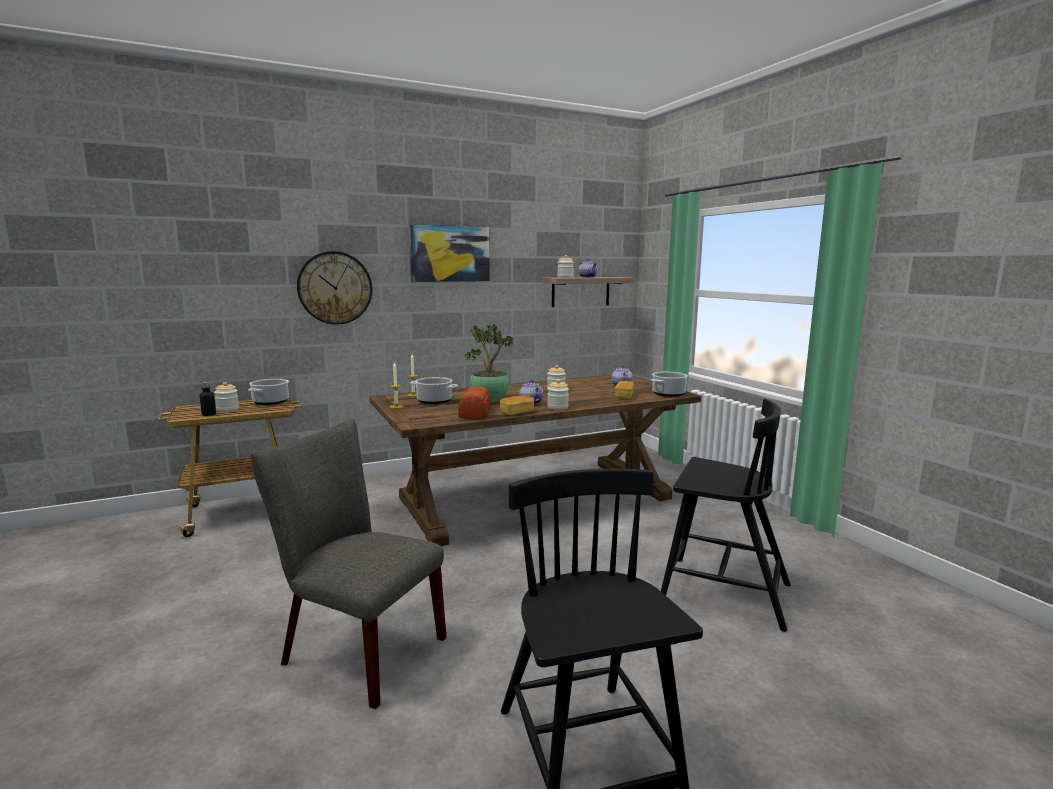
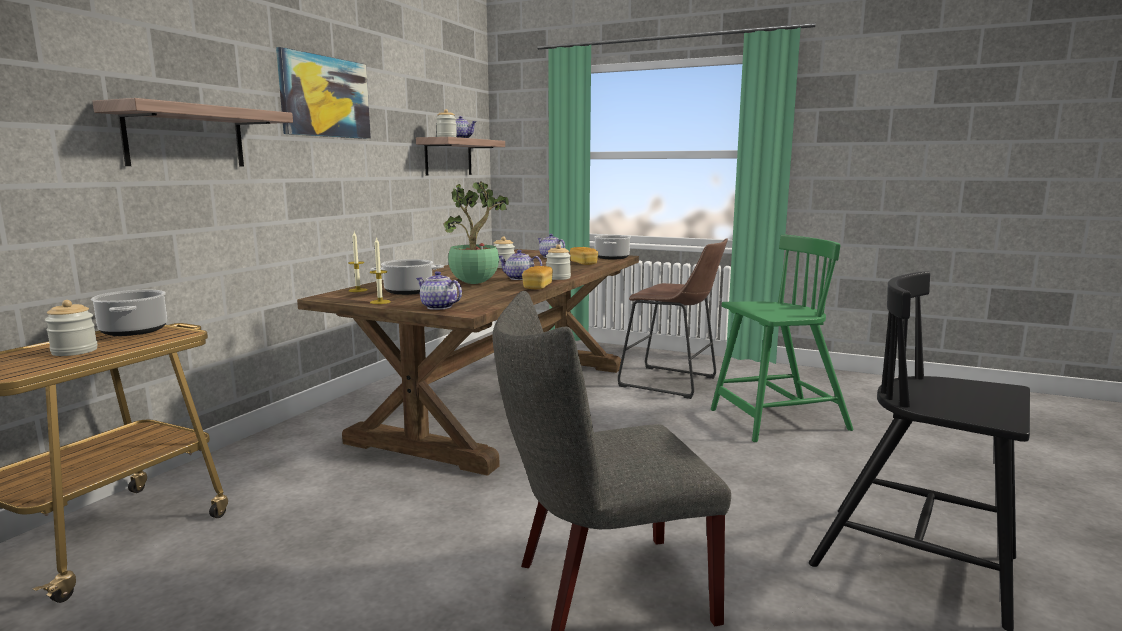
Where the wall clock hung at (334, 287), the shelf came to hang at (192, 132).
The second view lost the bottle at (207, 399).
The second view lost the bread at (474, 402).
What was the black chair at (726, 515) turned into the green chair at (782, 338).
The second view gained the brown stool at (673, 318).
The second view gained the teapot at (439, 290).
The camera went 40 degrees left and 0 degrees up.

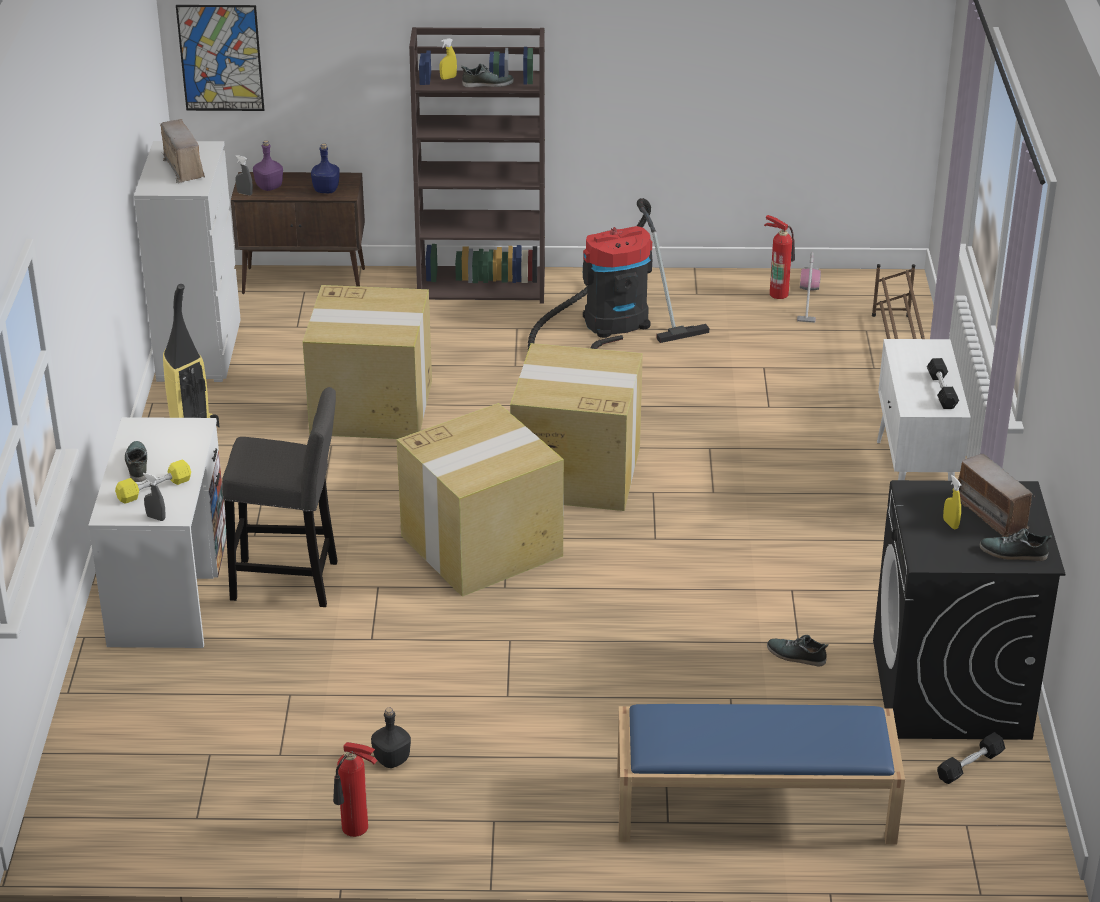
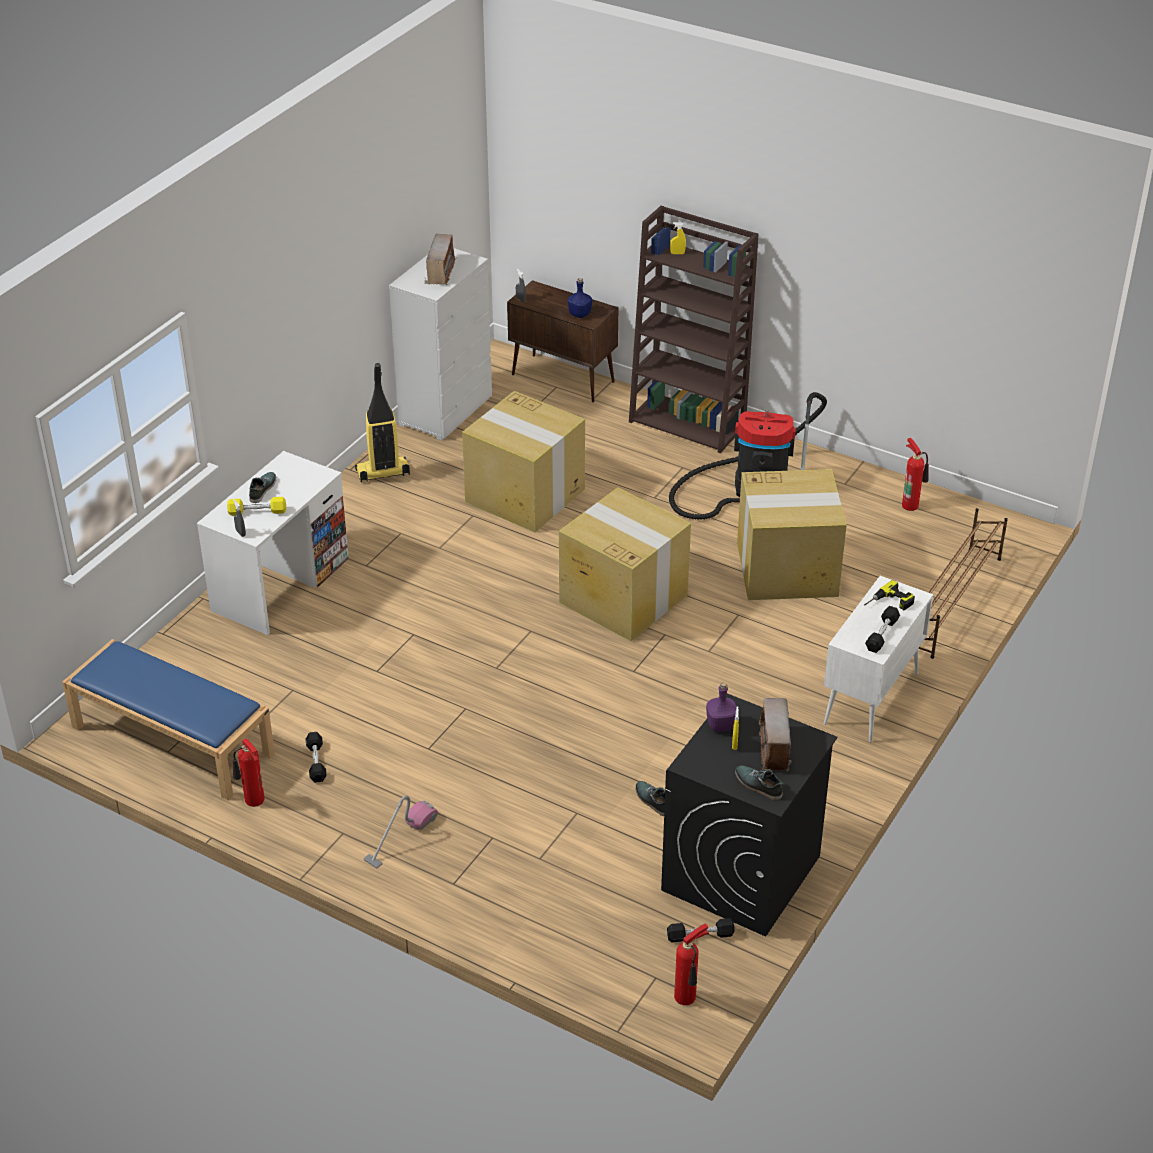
The second view lost the picture at (220, 58).
The second view lost the shoe at (487, 75).
The purple bottle ended up elsewhere, having gone from (268, 165) to (721, 707).
The vacuum cleaner ended up elsewhere, having gone from (809, 287) to (401, 832).
The second view lost the grey stool at (280, 497).
The cardboard box ended up elsewhere, having gone from (480, 500) to (792, 534).
The blue bench ended up elsewhere, having gone from (761, 774) to (168, 719).
Where the black bottle stood at (391, 738), the black dumbbell came to stand at (316, 757).
The second view gained the power drill at (889, 595).
The second view gained the fire extinguisher at (691, 964).
The camera went 30 degrees right and 5 degrees up.

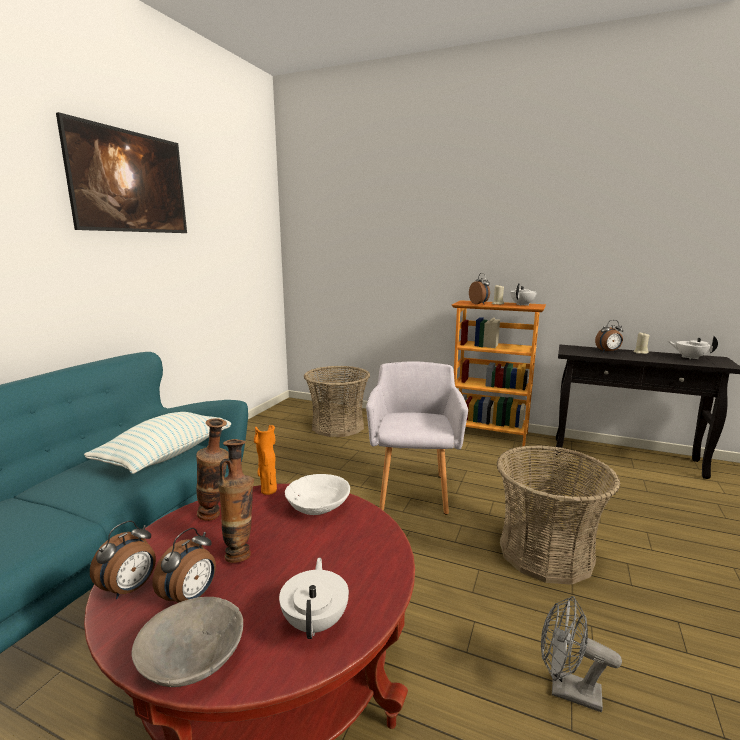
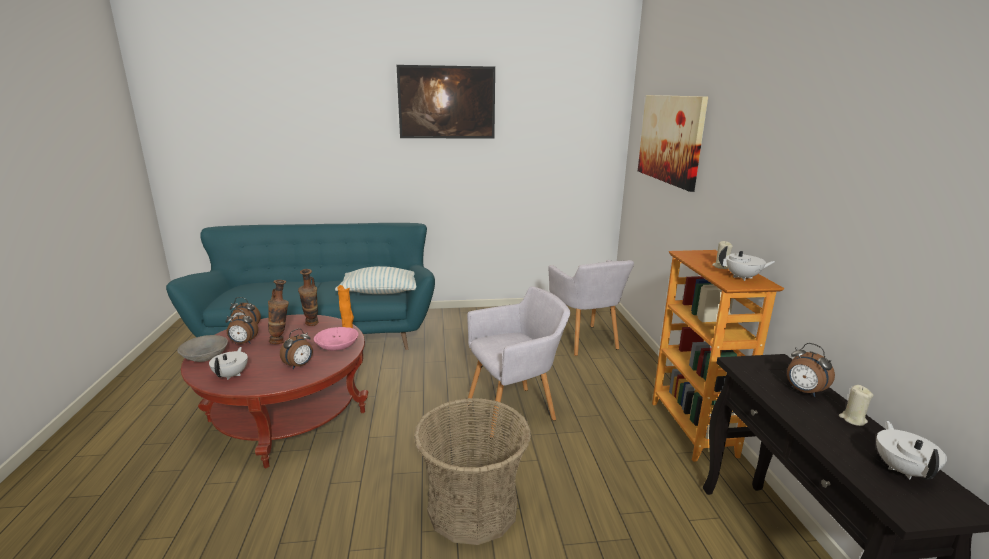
The alarm clock ended up elsewhere, having gone from (479, 288) to (296, 349).
Where the basket stood at (337, 401), the grey armchair came to stand at (591, 308).
What was the white bowl at (317, 494) turned into the pink bowl at (336, 339).
The white teapot at (314, 598) ended up facing another way, 60 degrees counterclockwise from before.
The second view lost the grey fan at (581, 654).
The second view gained the picture at (673, 143).
The camera went 60 degrees right and 5 degrees up.

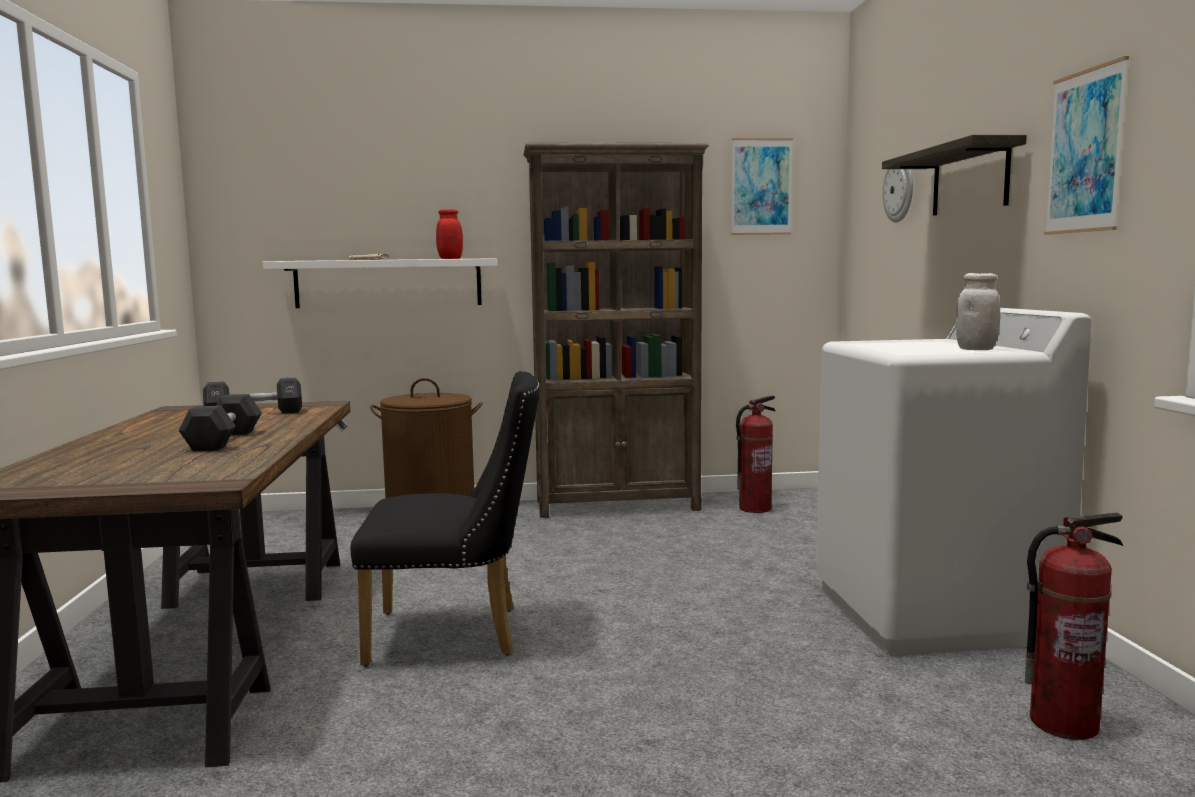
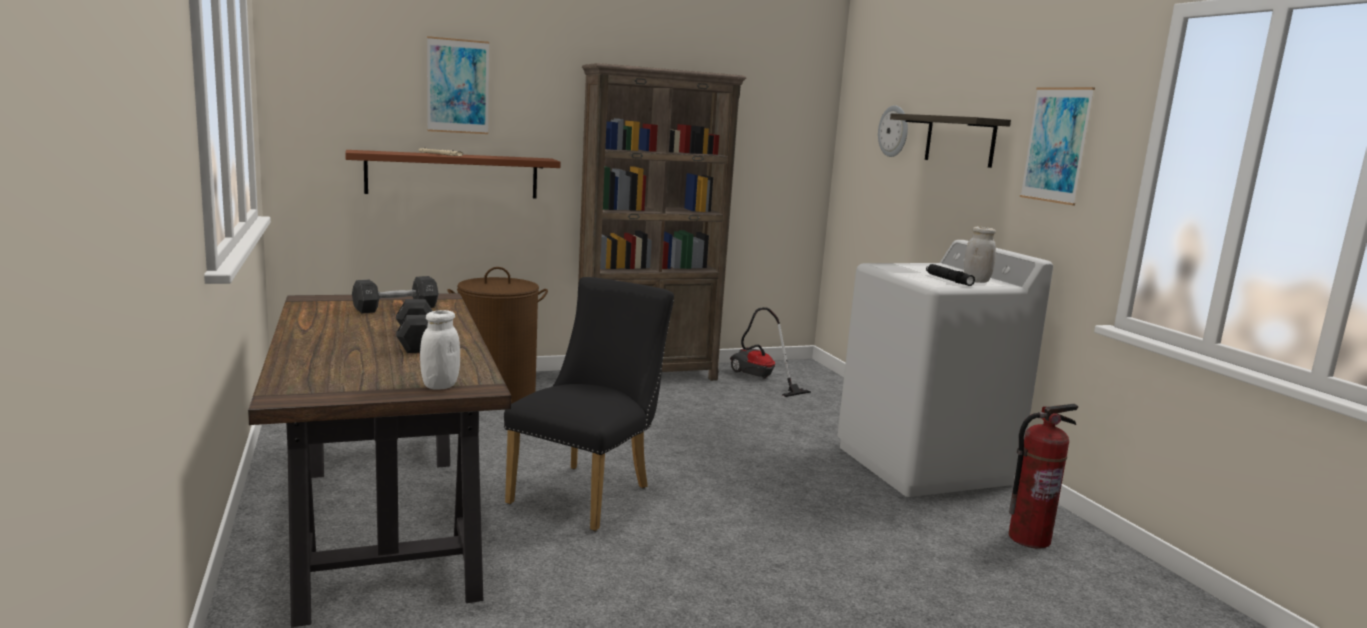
The picture ended up elsewhere, having gone from (762, 186) to (458, 85).
The second view lost the red jar at (449, 234).
What was the white shelf at (380, 283) turned into the brown shelf at (453, 174).
The black chair at (444, 518) ended up facing another way, 45 degrees counterclockwise from before.
Where the fire extinguisher stood at (756, 454), the vacuum cleaner came to stand at (770, 352).
The second view gained the black flashlight at (950, 275).
The second view gained the white jar at (440, 350).
The camera went 15 degrees left and 5 degrees up.

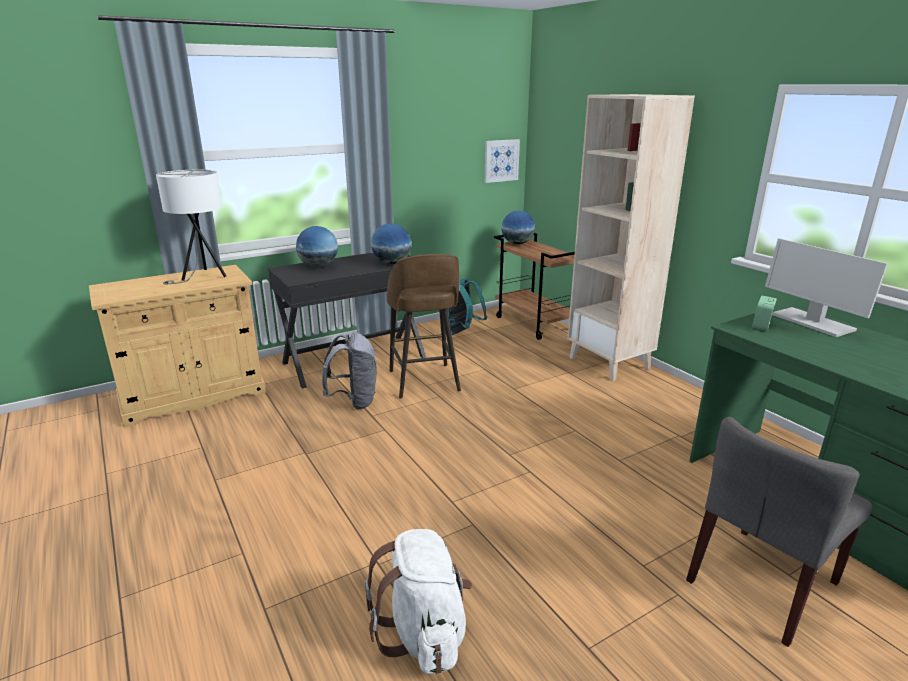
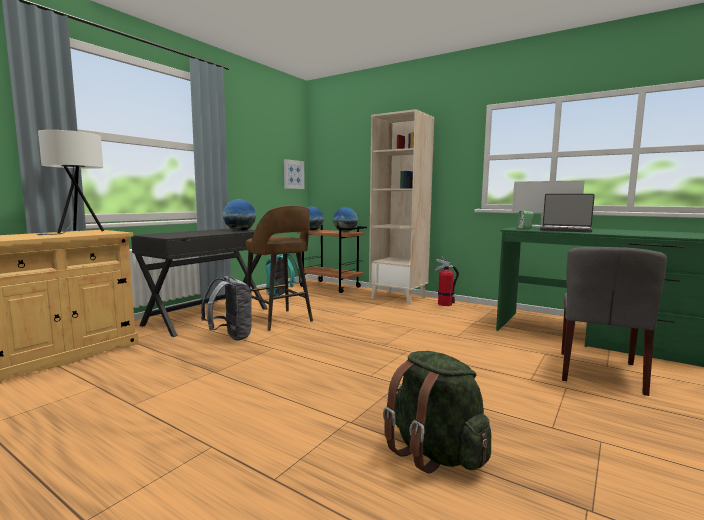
The globe ended up elsewhere, having gone from (317, 246) to (345, 219).
What was the white backpack at (418, 601) turned into the green backpack at (437, 412).
The second view gained the laptop at (567, 213).
The second view gained the fire extinguisher at (446, 281).
The camera went 25 degrees left and 15 degrees down.

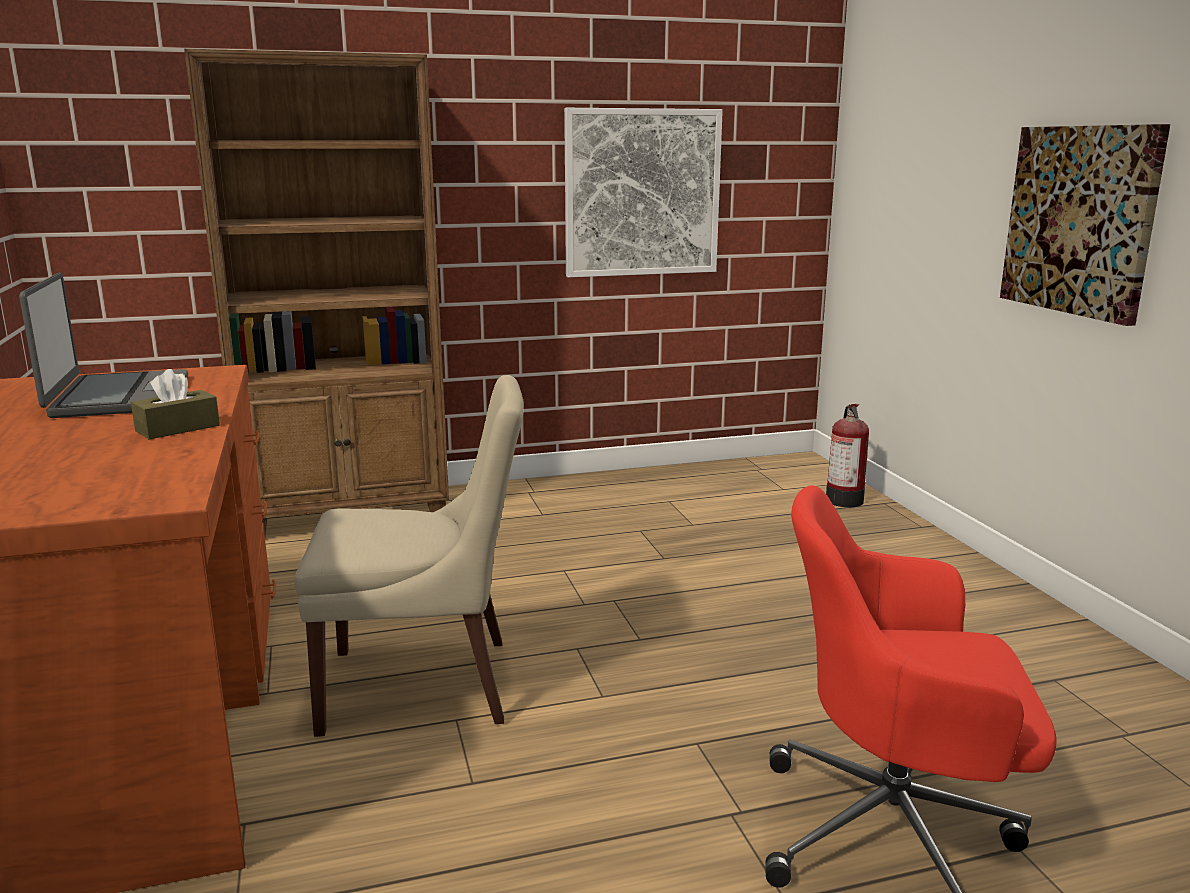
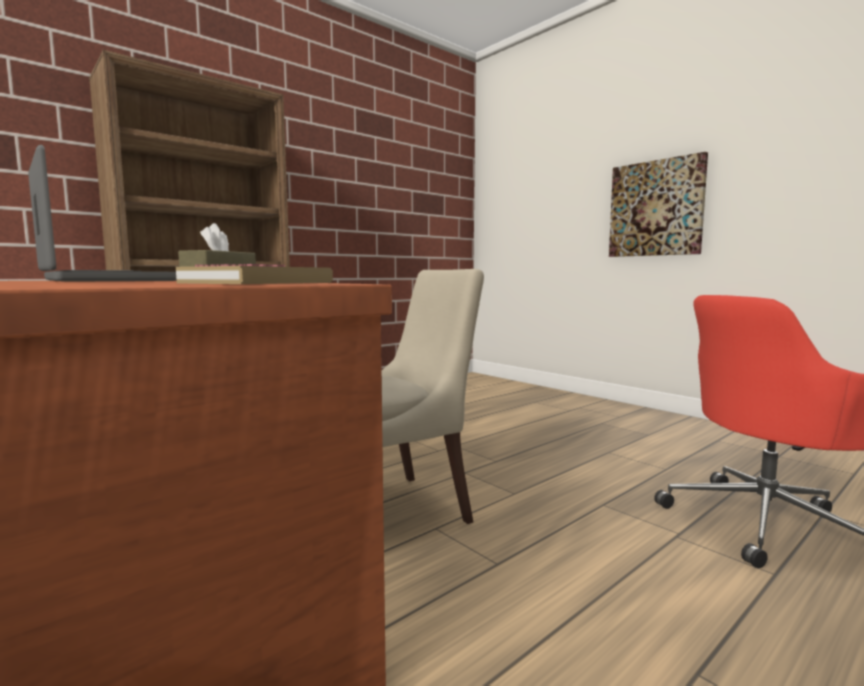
The second view lost the picture at (643, 192).
The second view lost the fire extinguisher at (847, 455).
The second view gained the book at (254, 274).
The camera went 25 degrees left and 10 degrees down.

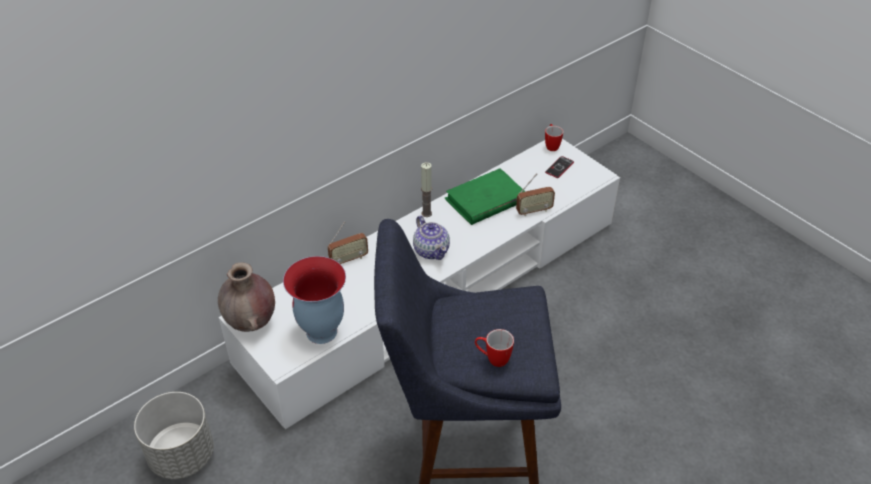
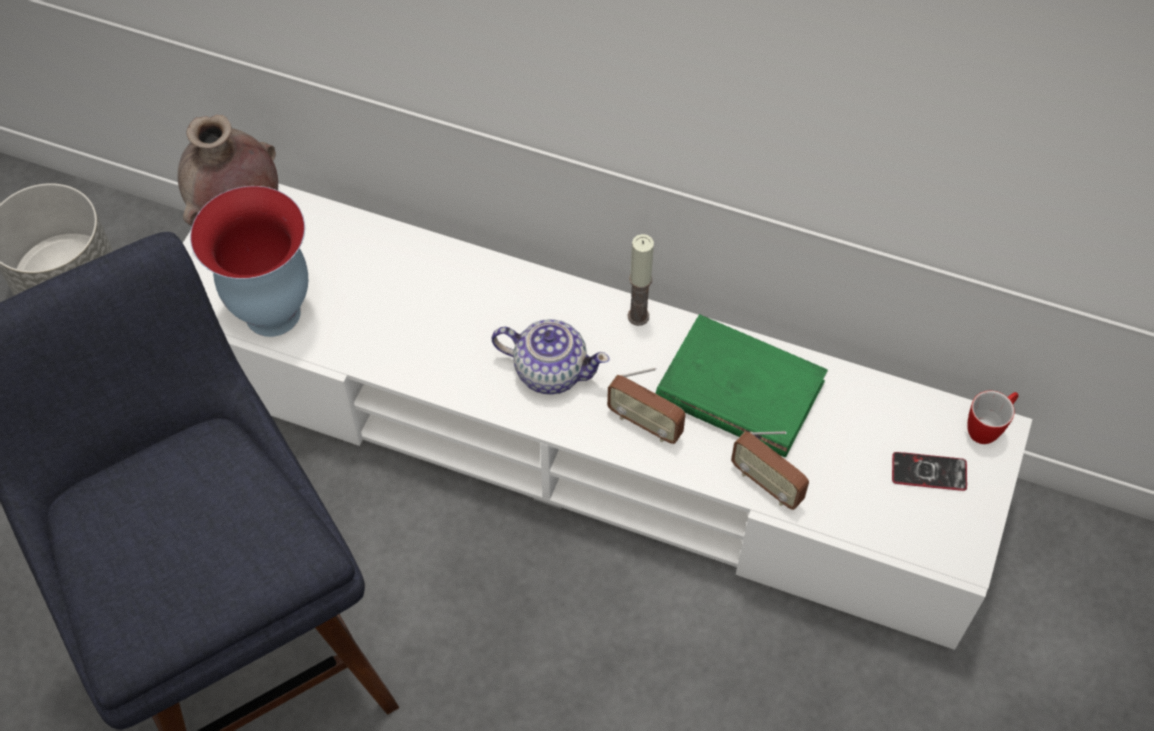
The teapot at (431, 237) ended up facing another way, 105 degrees counterclockwise from before.
The radio ended up elsewhere, having gone from (348, 243) to (646, 406).
The second view lost the mug at (494, 348).
The camera went 60 degrees right and 15 degrees up.

